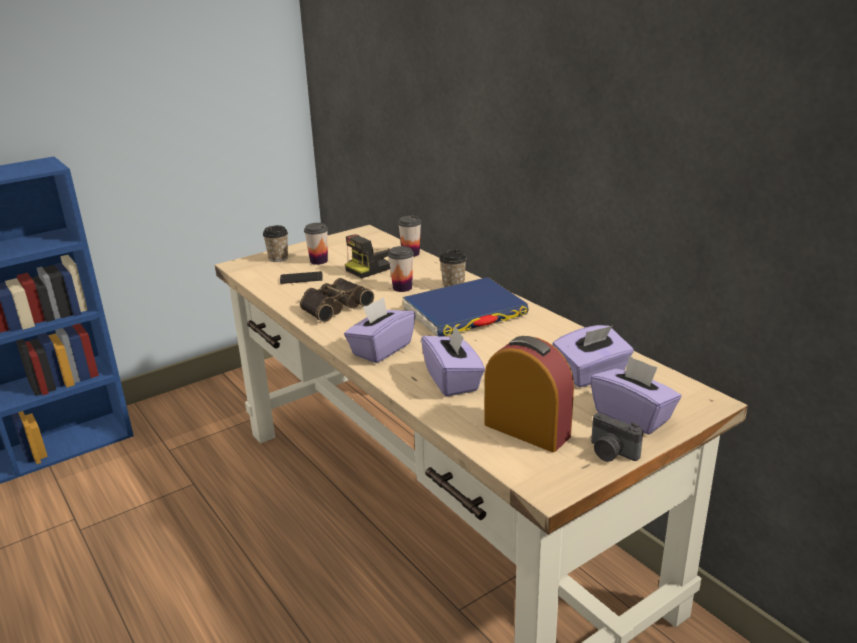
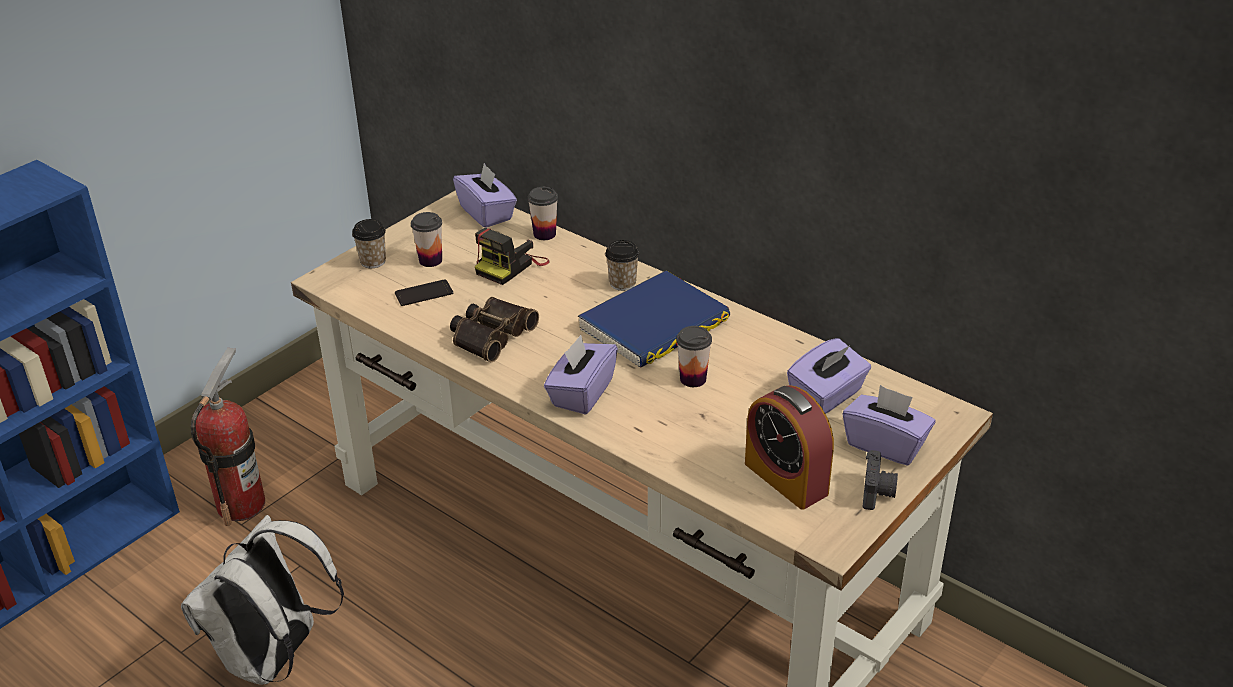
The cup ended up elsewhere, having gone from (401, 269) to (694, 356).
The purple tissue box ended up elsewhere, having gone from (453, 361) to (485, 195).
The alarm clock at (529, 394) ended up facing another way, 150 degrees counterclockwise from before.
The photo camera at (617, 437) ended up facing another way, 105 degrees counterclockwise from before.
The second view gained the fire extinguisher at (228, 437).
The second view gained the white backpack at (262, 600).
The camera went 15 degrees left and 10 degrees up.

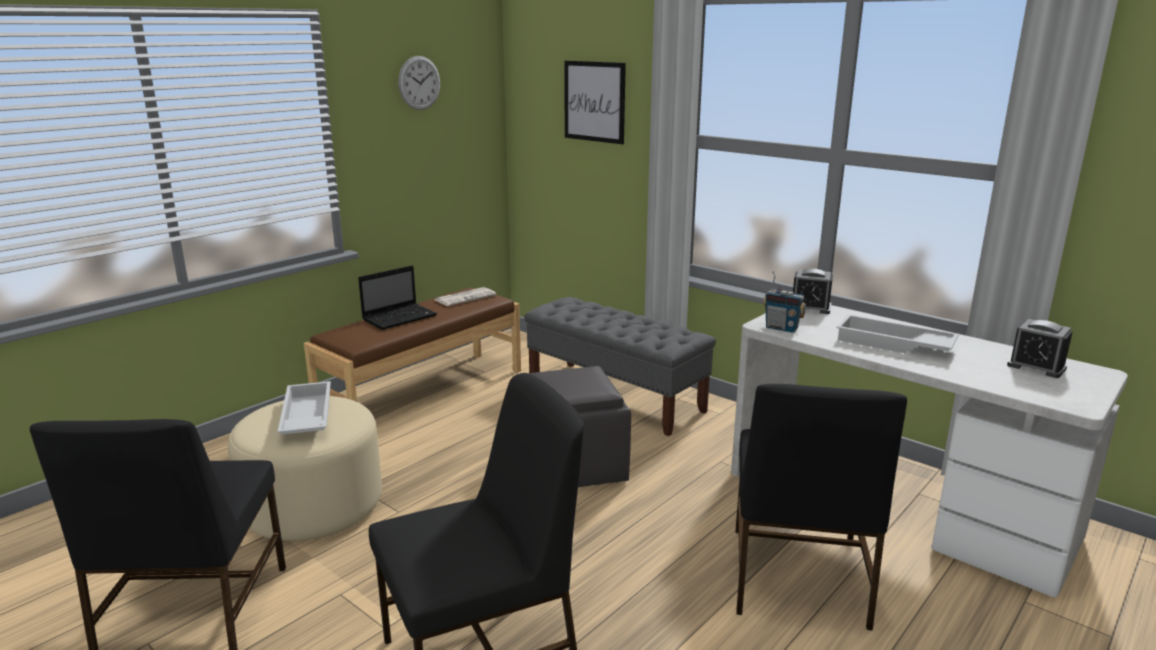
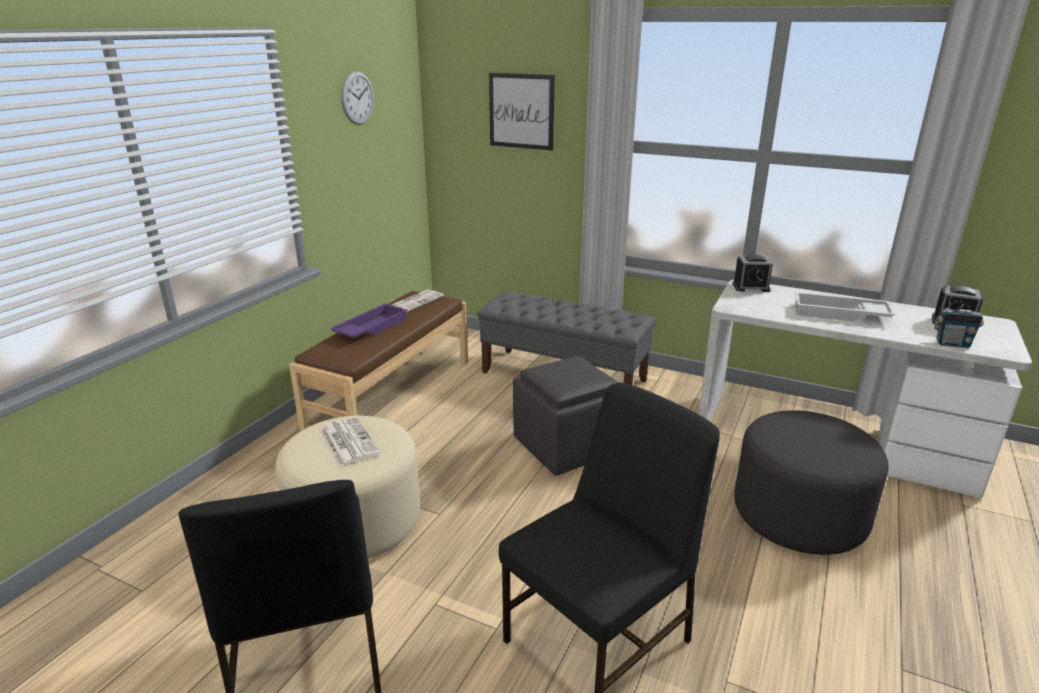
Where the laptop stood at (397, 298), the purple tray came to stand at (369, 321).
The radio ended up elsewhere, having gone from (784, 302) to (959, 320).
Where the white tray stood at (304, 408), the newspaper came to stand at (350, 442).
Where the black chair stood at (821, 507), the grey ottoman came to stand at (811, 482).
The camera went 15 degrees left and 5 degrees up.

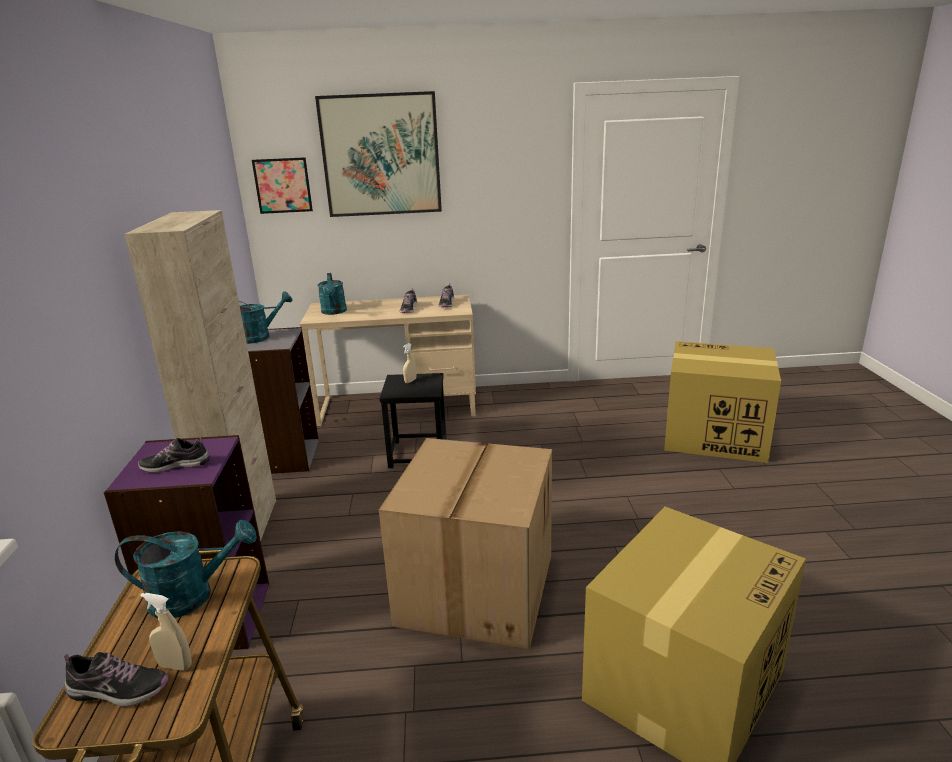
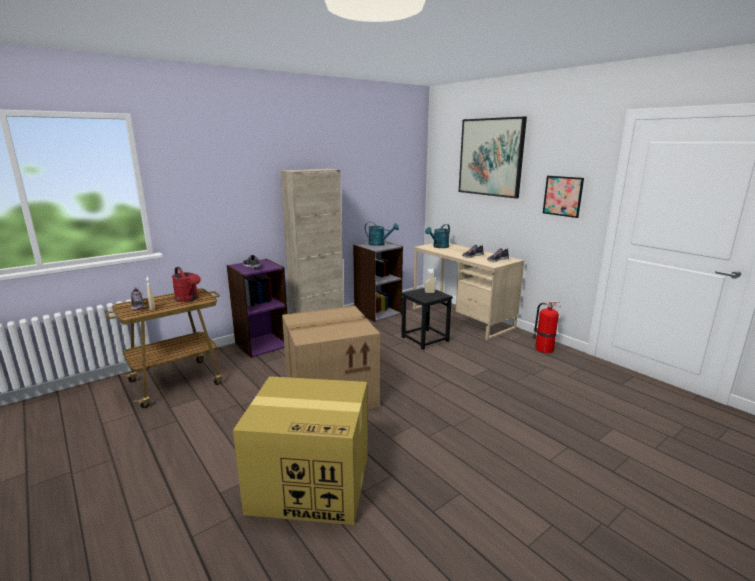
The picture ended up elsewhere, having gone from (282, 185) to (563, 197).
The second view lost the cardboard box at (722, 402).
What was the turquoise watering can at (186, 569) turned into the red watering can at (186, 284).
The second view gained the fire extinguisher at (546, 327).
The camera went 55 degrees right and 5 degrees down.

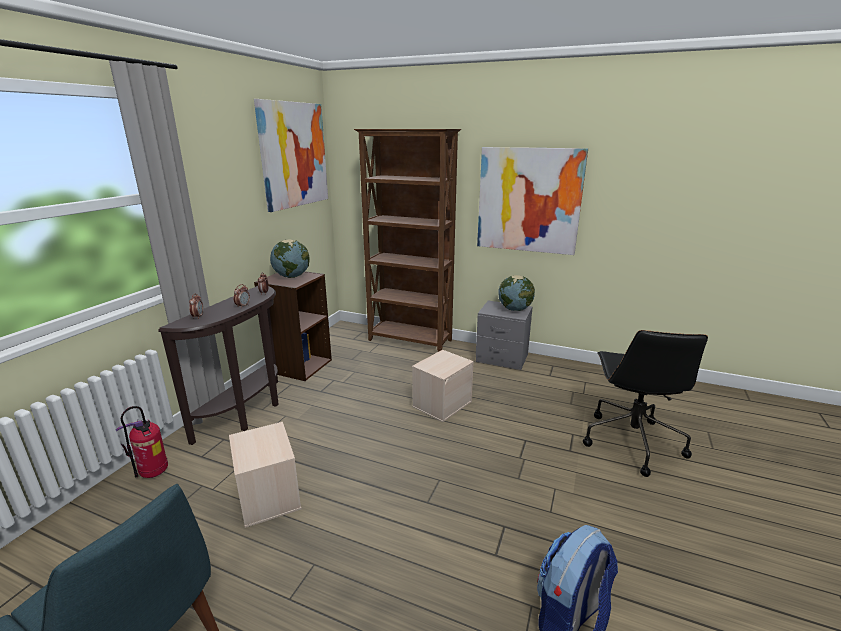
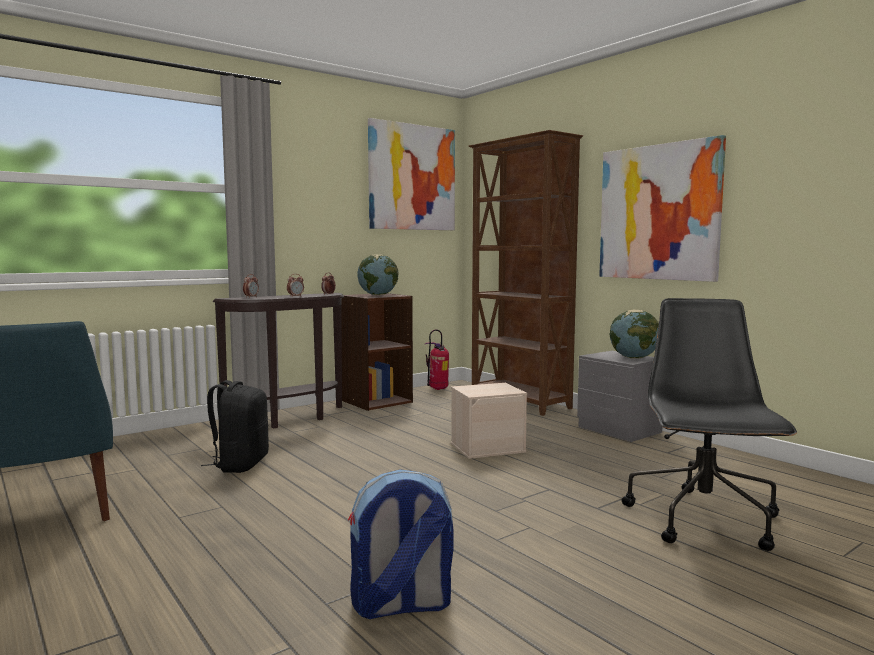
The black office chair at (645, 403) ended up facing another way, 150 degrees clockwise from before.
The fire extinguisher ended up elsewhere, having gone from (142, 442) to (437, 359).
Where the beige storage box stood at (265, 475), the black backpack came to stand at (235, 426).
The camera went 30 degrees right and 15 degrees down.

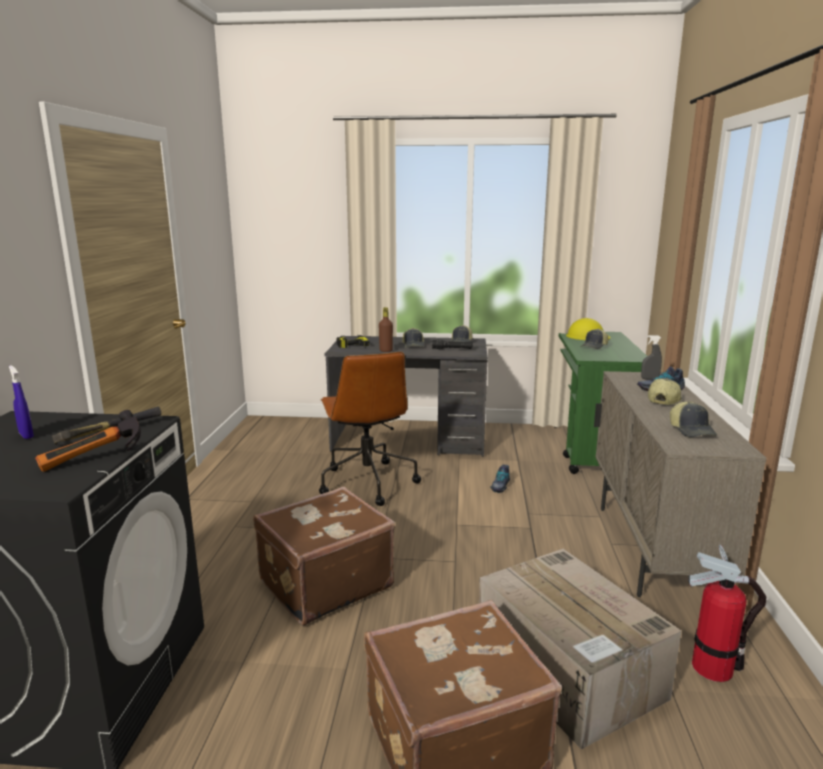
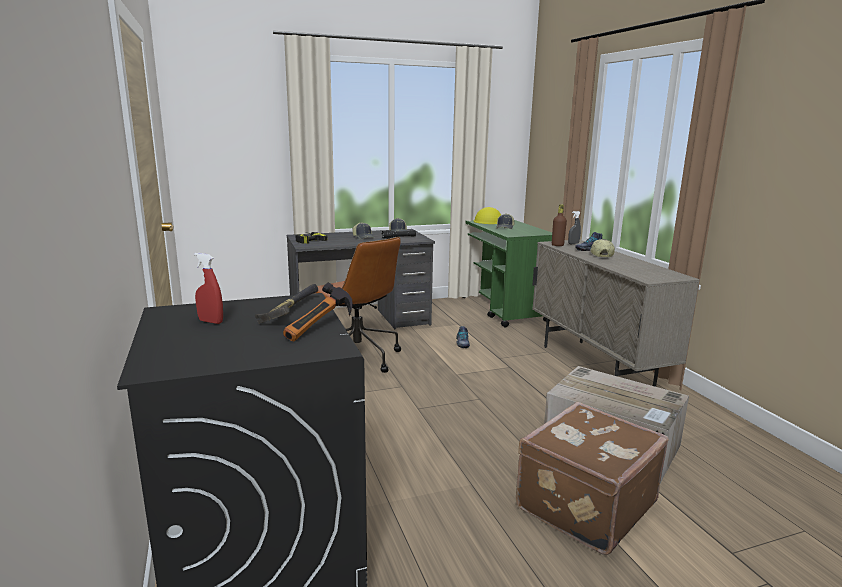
The brown bottle ended up elsewhere, having gone from (386, 329) to (559, 225).
What was the blue spray bottle at (21, 402) turned into the red spray bottle at (208, 288).
The second view lost the cap at (693, 419).
The second view lost the brown suitcase at (324, 556).
The second view lost the fire extinguisher at (727, 613).
The camera went 25 degrees left and 0 degrees up.

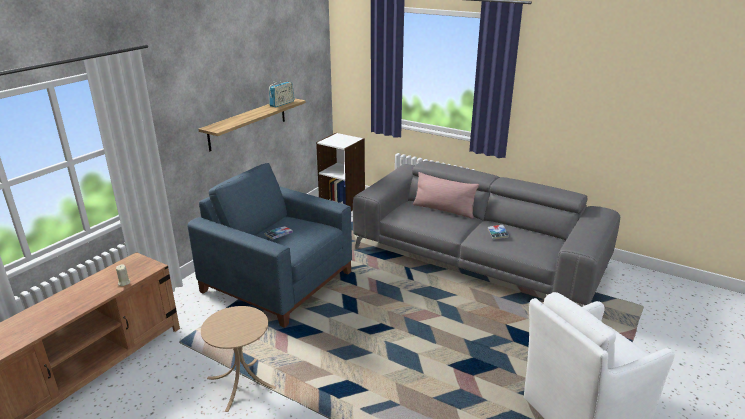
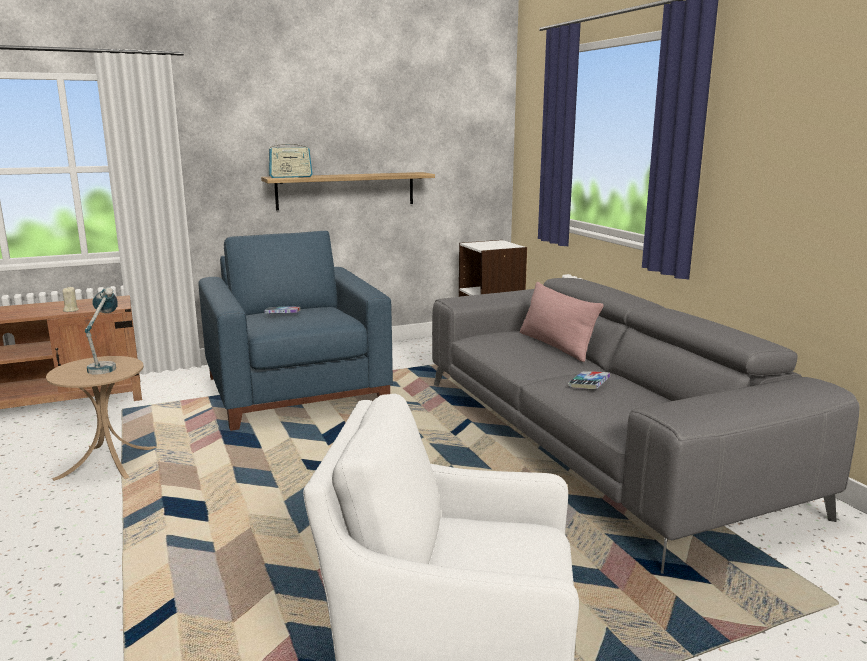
The radio ended up elsewhere, having gone from (281, 94) to (290, 159).
The second view gained the table lamp at (101, 330).
The camera went 35 degrees right and 10 degrees down.

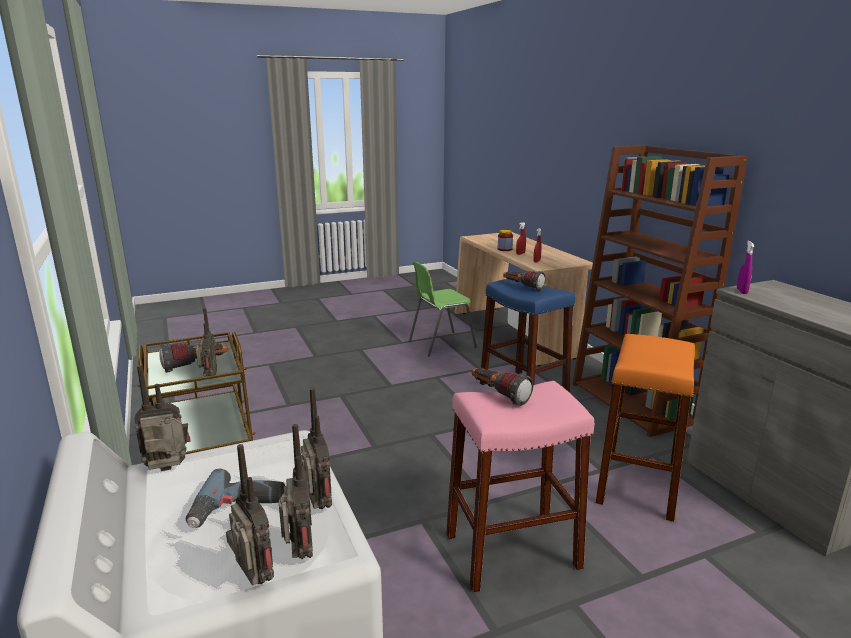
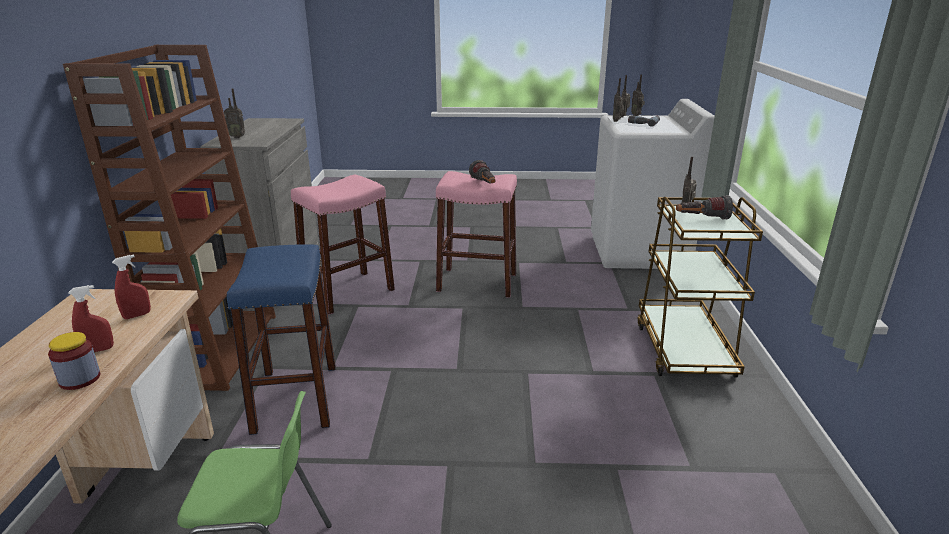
The second view lost the purple spray bottle at (745, 267).
The second view lost the flashlight at (524, 281).
What was the orange stool at (645, 428) turned into the pink stool at (343, 245).
The radio ended up elsewhere, having gone from (163, 418) to (234, 113).
The camera went 155 degrees left and 5 degrees up.

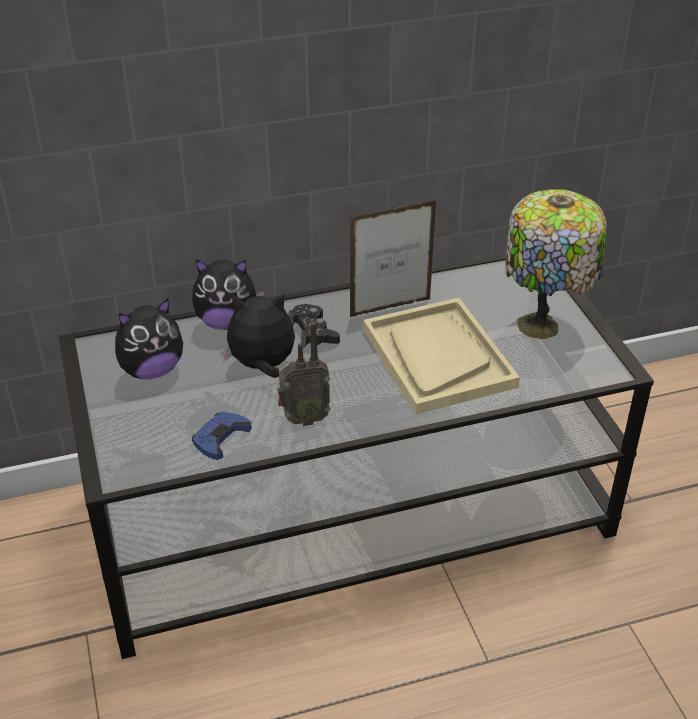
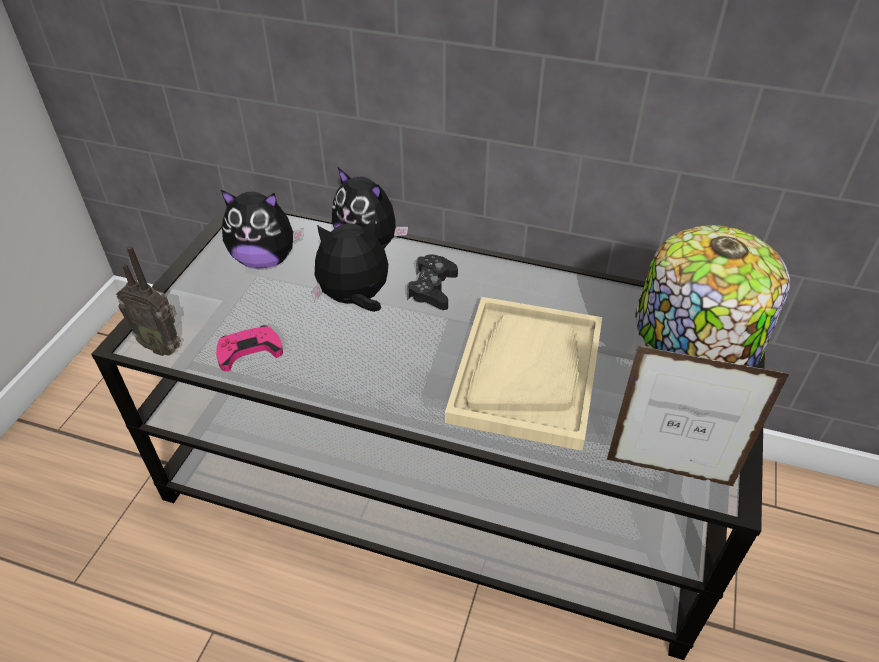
The picture frame ended up elsewhere, having gone from (393, 258) to (698, 416).
The plush toy at (258, 335) ended up facing another way, 45 degrees counterclockwise from before.
The radio ended up elsewhere, having gone from (304, 374) to (148, 301).
What was the blue game controller at (222, 436) turned into the pink game controller at (249, 348).
The camera went 35 degrees right and 5 degrees up.

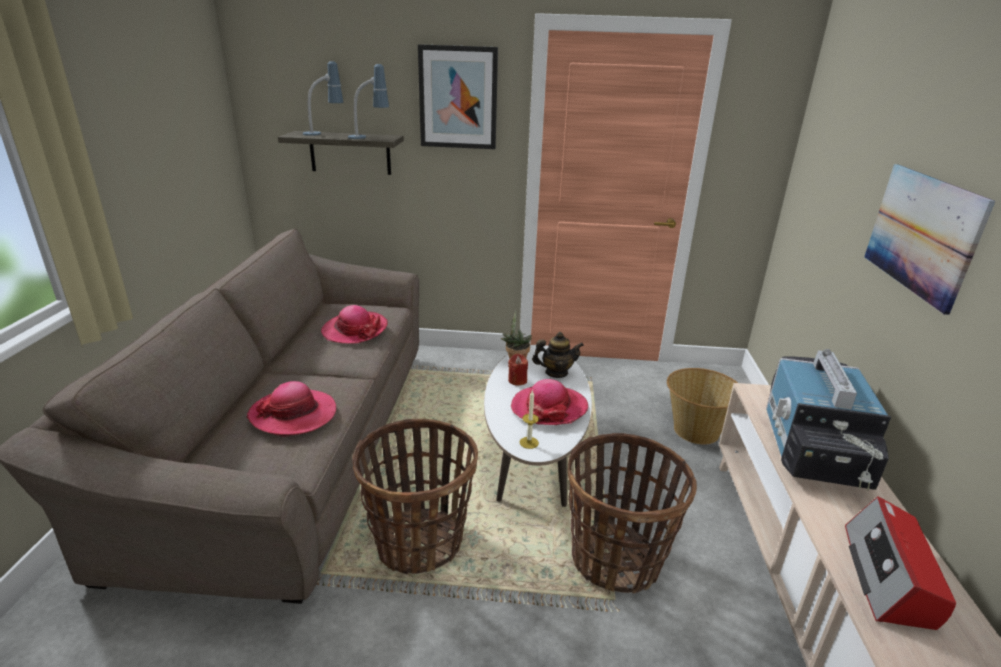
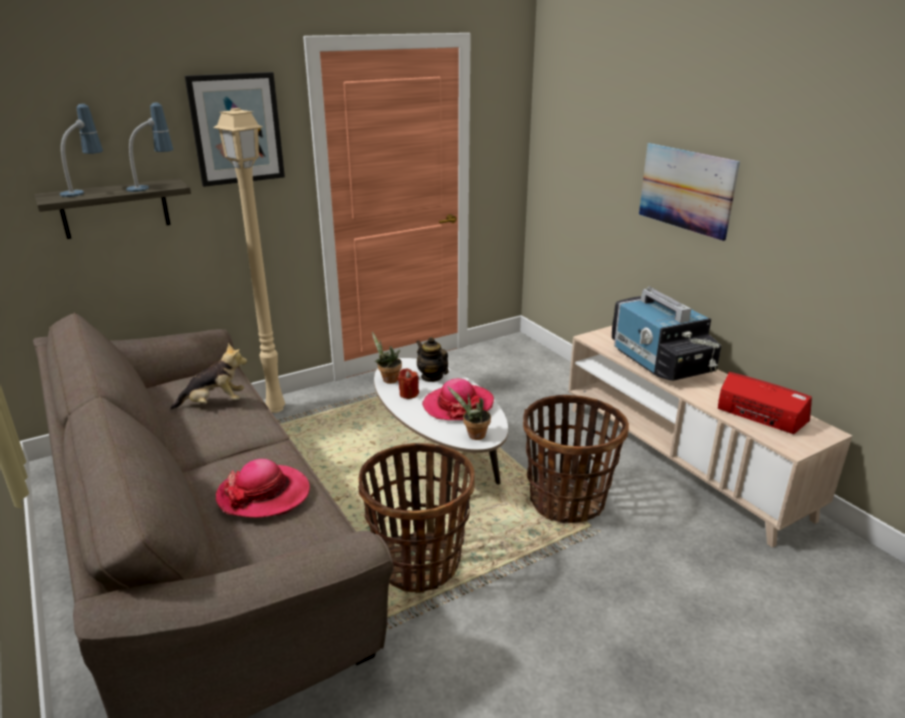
Where the hat stood at (354, 324), the plush toy came to stand at (209, 376).
The teapot at (558, 355) ended up facing another way, 90 degrees counterclockwise from before.
The second view lost the basket at (702, 406).
Where the candle stood at (529, 419), the potted plant came to stand at (469, 413).
The radio at (900, 563) ended up facing another way, 150 degrees clockwise from before.
The second view gained the beige floor lamp at (249, 260).
The camera went 35 degrees left and 0 degrees up.

